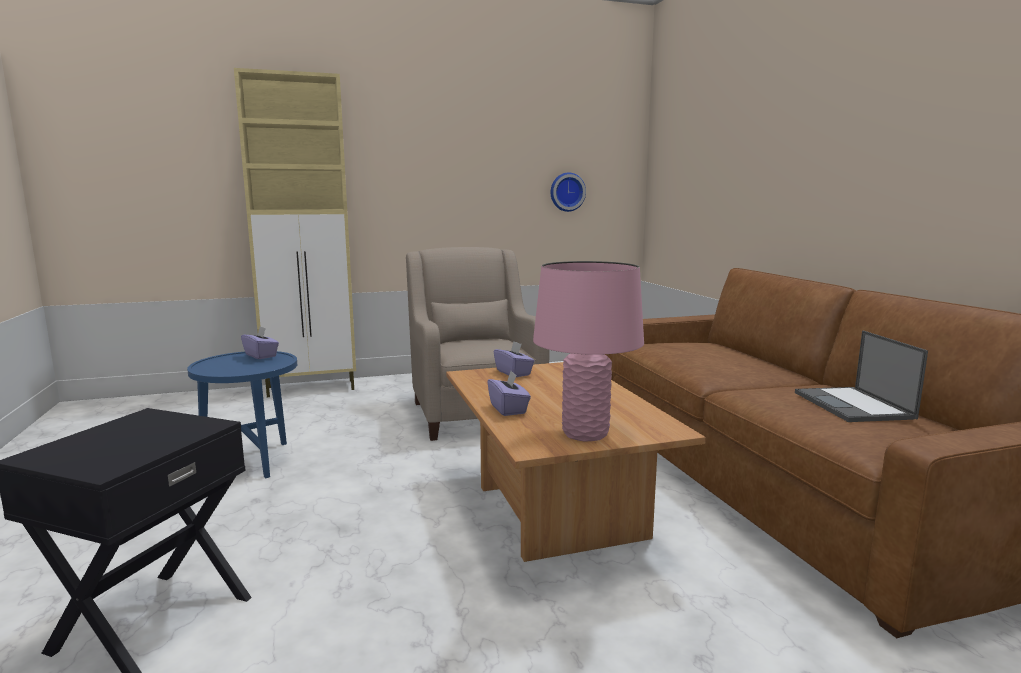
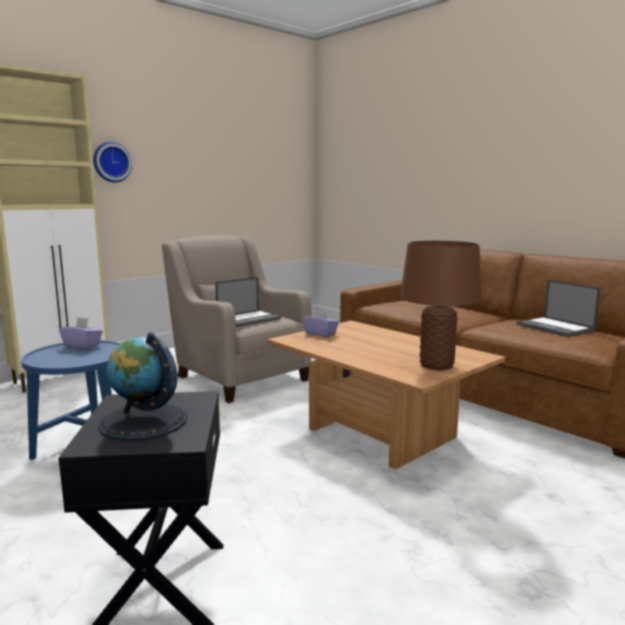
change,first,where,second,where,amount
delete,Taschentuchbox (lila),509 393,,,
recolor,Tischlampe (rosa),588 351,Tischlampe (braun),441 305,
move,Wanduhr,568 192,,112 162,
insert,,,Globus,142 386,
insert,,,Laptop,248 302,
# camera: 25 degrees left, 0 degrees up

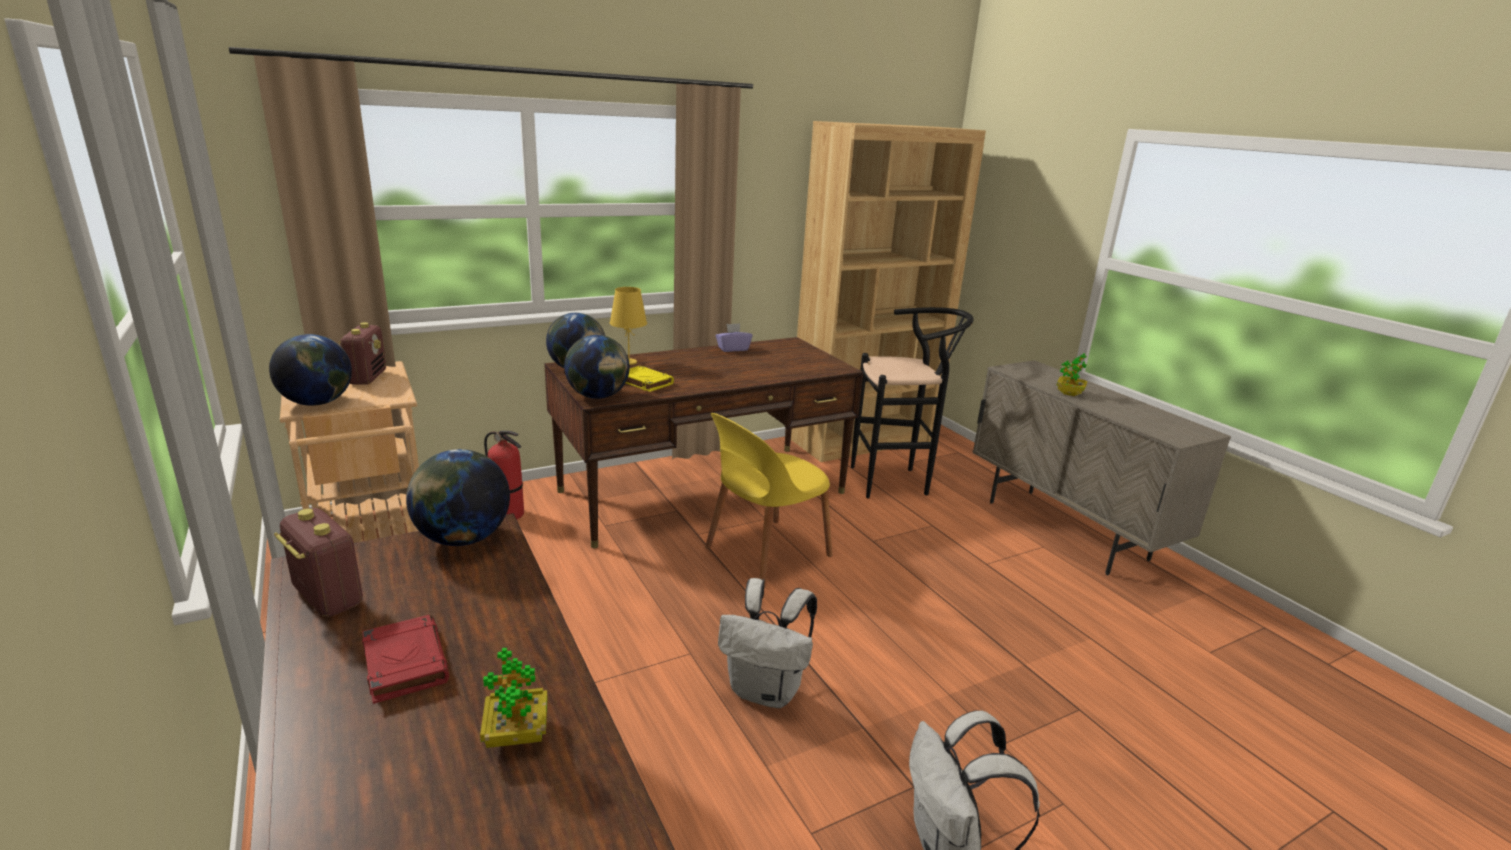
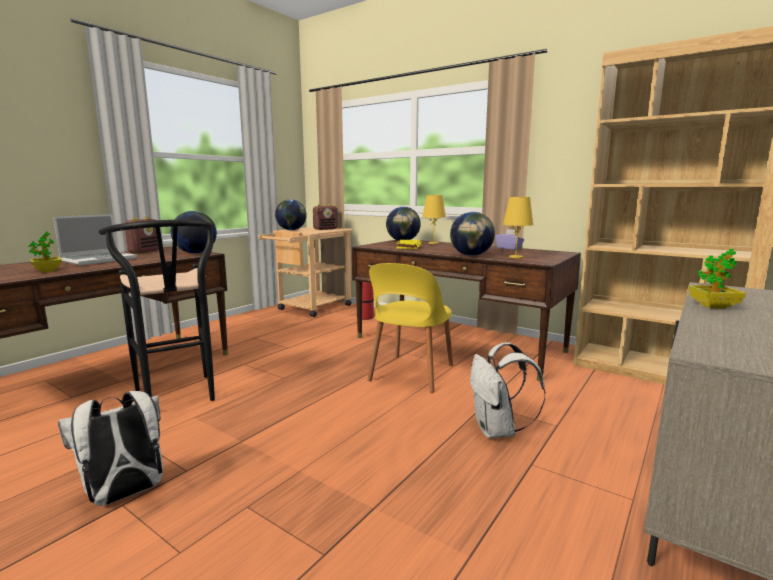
change,first,where,second,where,amount
replace,Buch (rot),405 659,Laptop,95 239,
move,Globus,597 367,,472 234,
rotate,Stuhl (gelb),768 500,,410 328,90 degrees counterclockwise
move,Rucksack (weiß),767 643,,508 390,
move,Hocker (schwarz),912 402,,156 310,
insert,,,Tischlampe (gelb),518 227,
# camera: 65 degrees right, 10 degrees down

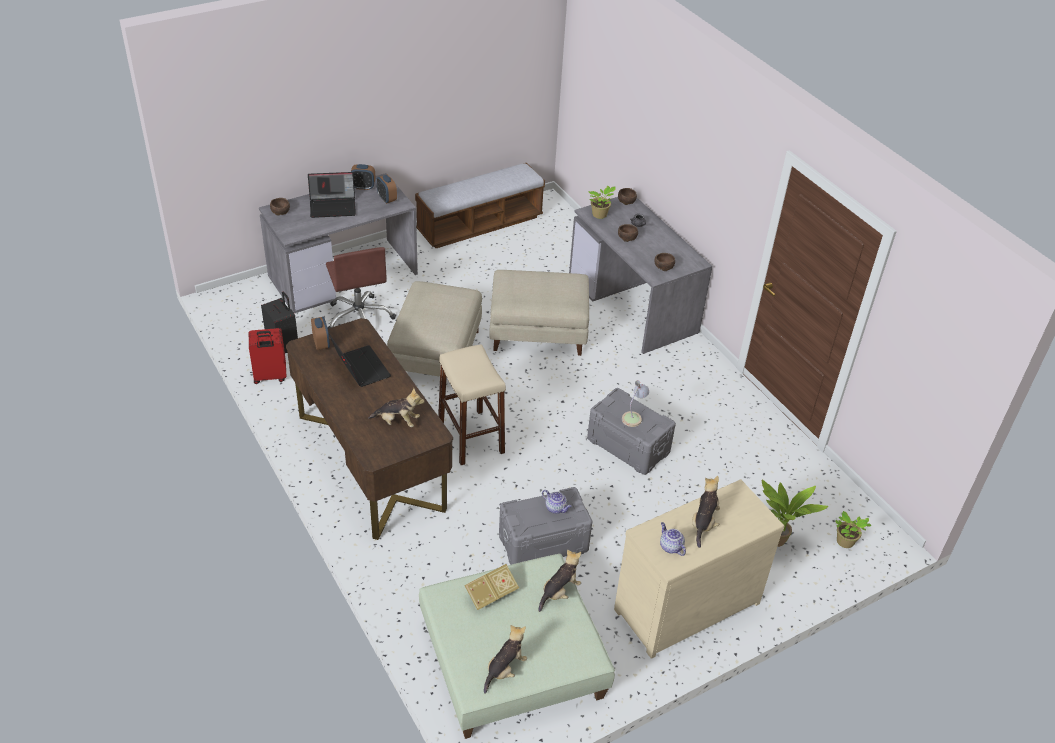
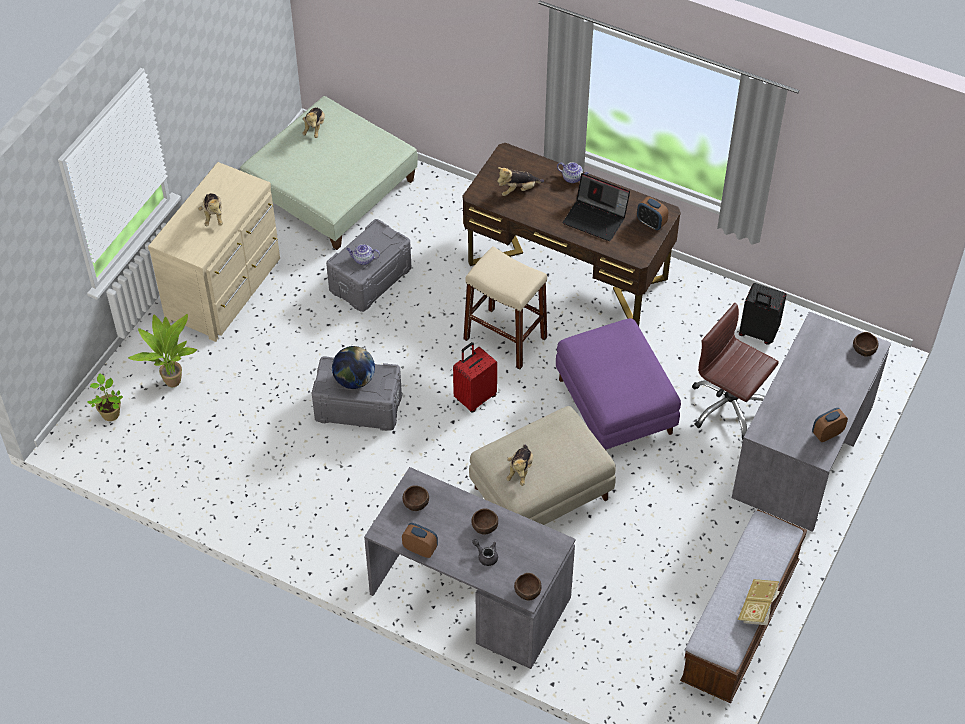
change,first,where,second,where,amount
move,Koffer (rot),267 356,,475 377,
delete,Laptop,332 195,,,
move,Wecker,386 189,,420 540,
recolor,Polsterhocker (beige),434 329,Polsterhocker (lila),618 384,
move,Buch,491 587,,759 602,
move,Plüschtier,559 580,,519 465,
delete,Topfpflanze,602 202,,,
replace,Tischlampe,635 403,Globus,353 367,
move,Teekanne,673 539,,573 172,
# camera: 150 degrees right, 10 degrees up

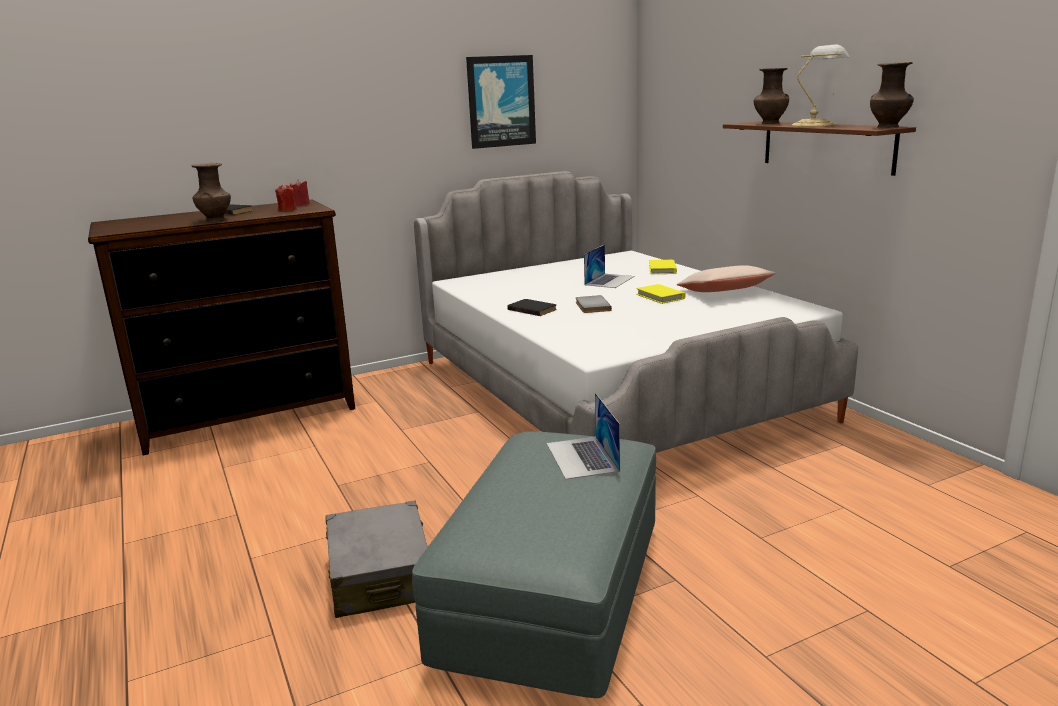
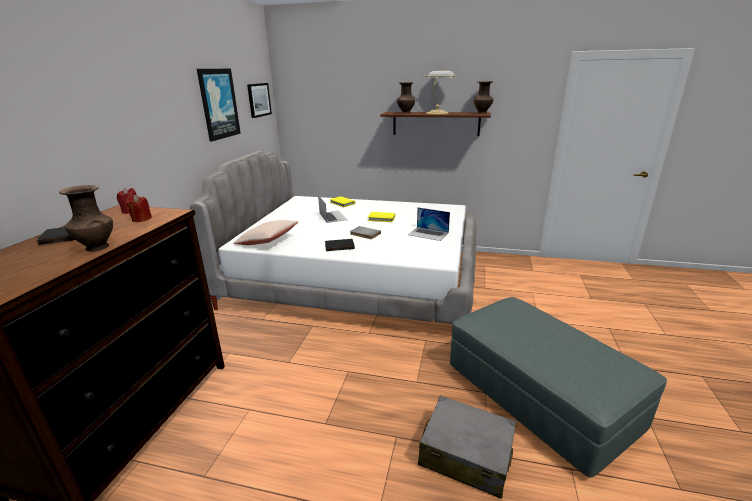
change,first,where,second,where,amount
move,Laptop,583 436,,429 224,
move,Kissen (beige),726 278,,265 232,
insert,,,Bild,259 100,
# camera: 50 degrees left, 5 degrees up

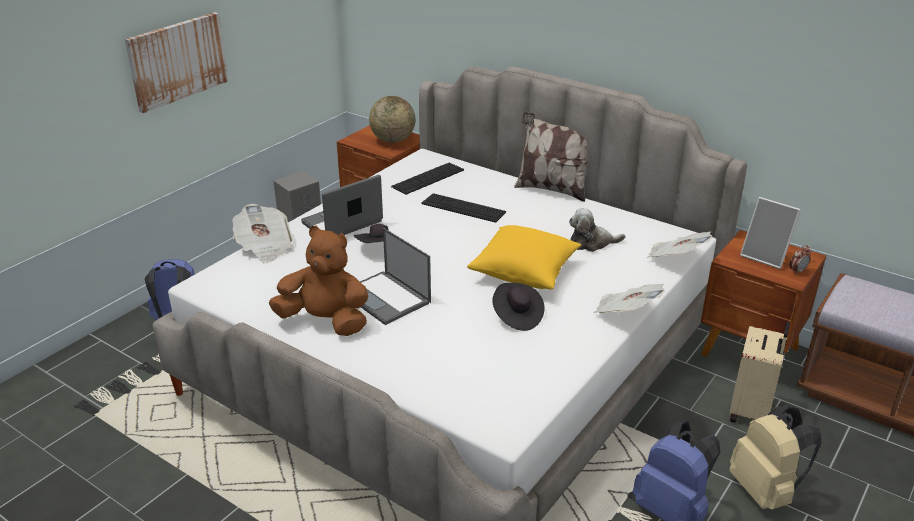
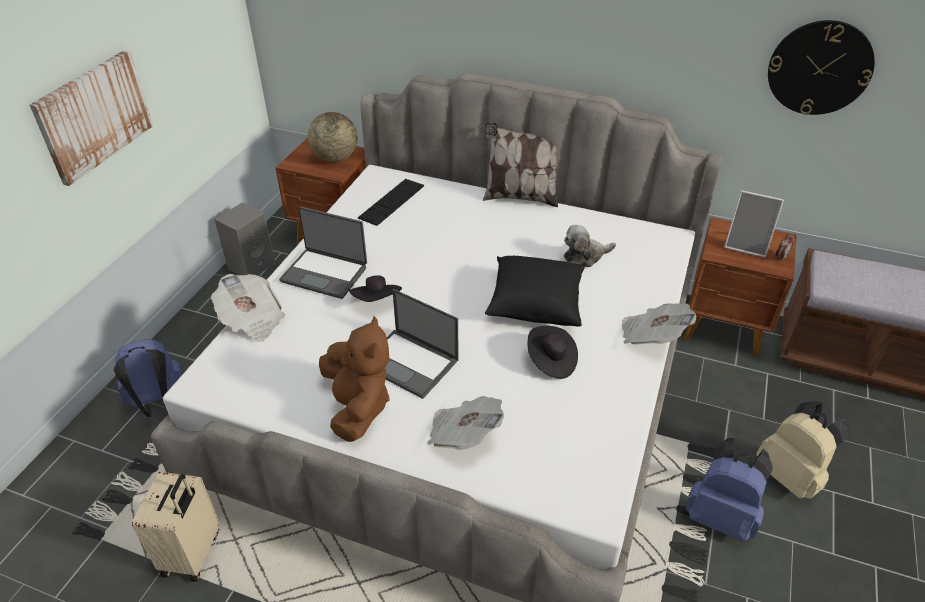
change,first,where,second,where,amount
rotate,Plüschtier (braun),318 281,,354 379,75 degrees clockwise
rotate,Laptop,342 205,,323 253,105 degrees counterclockwise
delete,Tastatur,464 208,,,
recolor,Kissen (gelb),524 257,Kissen (schwarz),535 291,
move,Zeitung,679 245,,466 423,
move,Koffer (beige),760 372,,176 527,
insert,,,Wanduhr,821 67,
# camera: 15 degrees left, 10 degrees up

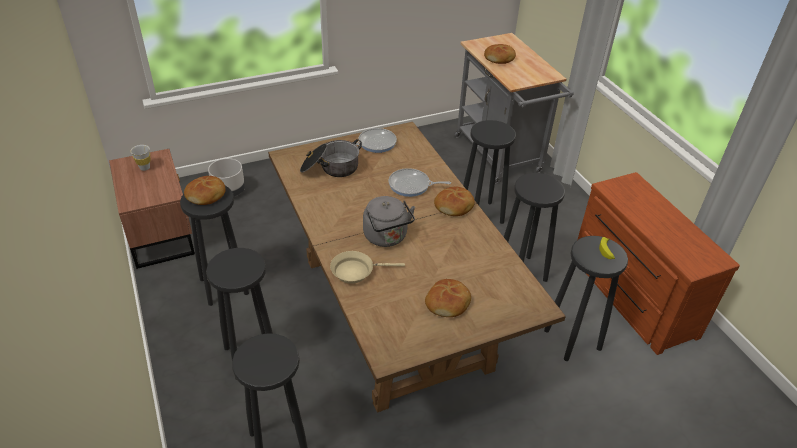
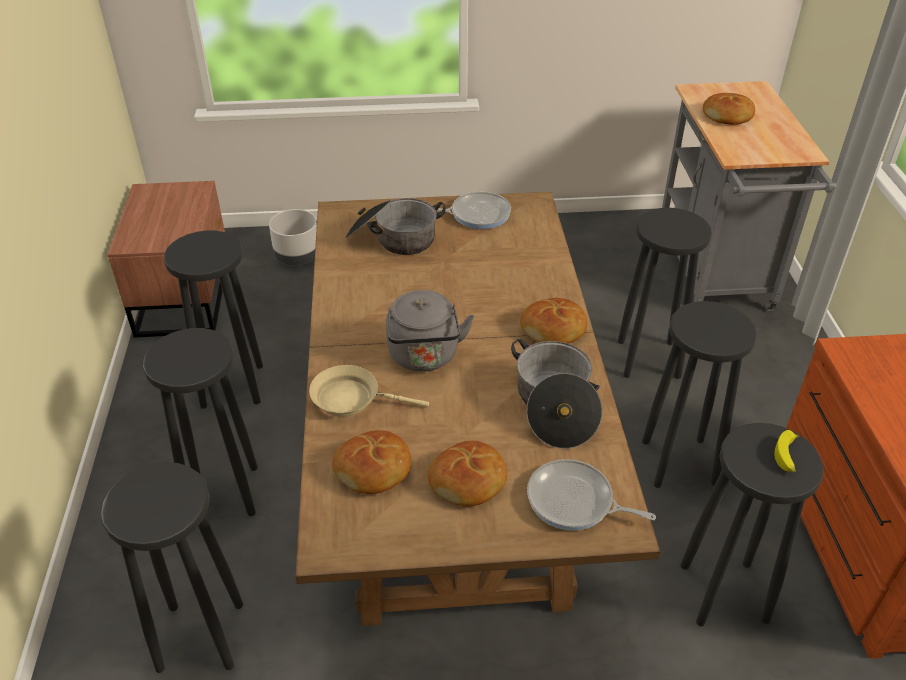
change,first,where,second,where,amount
delete,Tasse (weiß),140 158,,,
move,Brot,205 190,,371 462,
move,Pfanne,420 182,,591 495,
insert,,,Kochtopf,556 394,
# camera: 20 degrees right, 0 degrees up

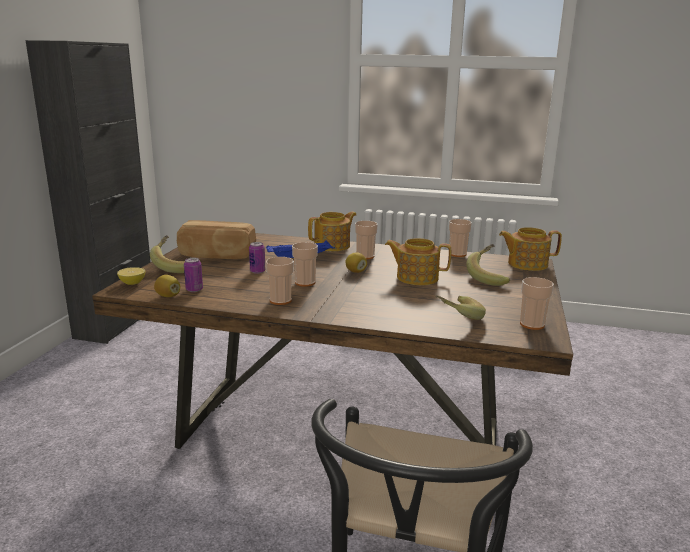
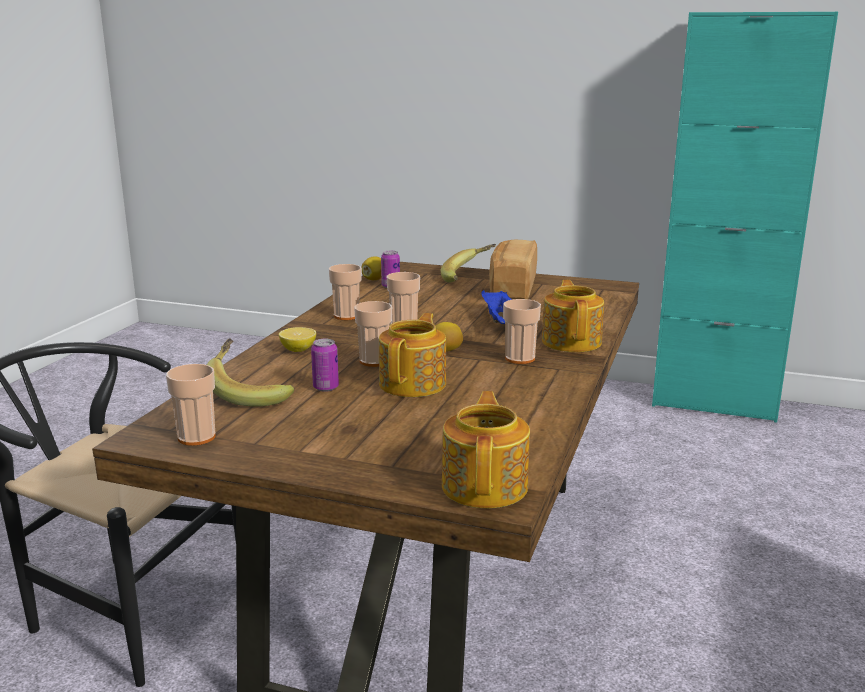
change,first,where,second,where,amount
recolor,Schrank (schwarz),88 192,Schrank (türkis),745 217,
move,Zitrone,131 276,,297 339,
move,Dose,257 258,,325 365,
rotate,Teekanne,332 231,,573 316,150 degrees counterclockwise
move,Tasse,460 238,,373 334,
delete,Banane,488 265,,,
# camera: 95 degrees right, 0 degrees up

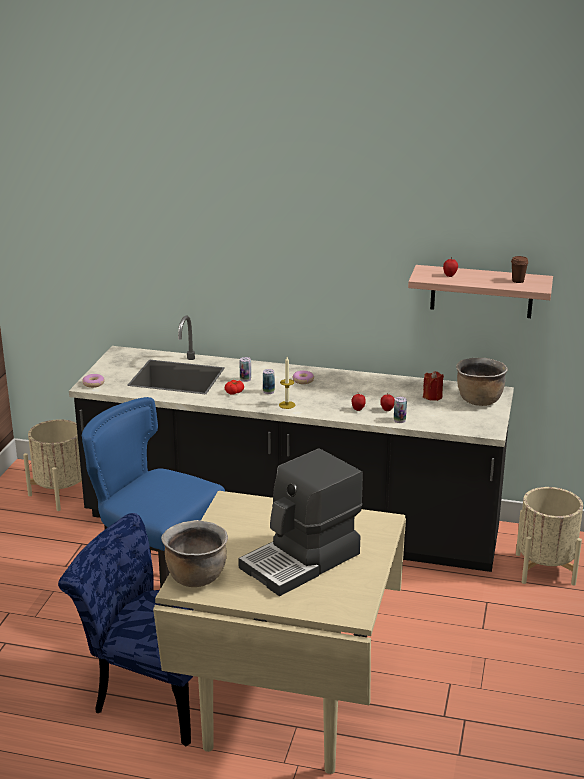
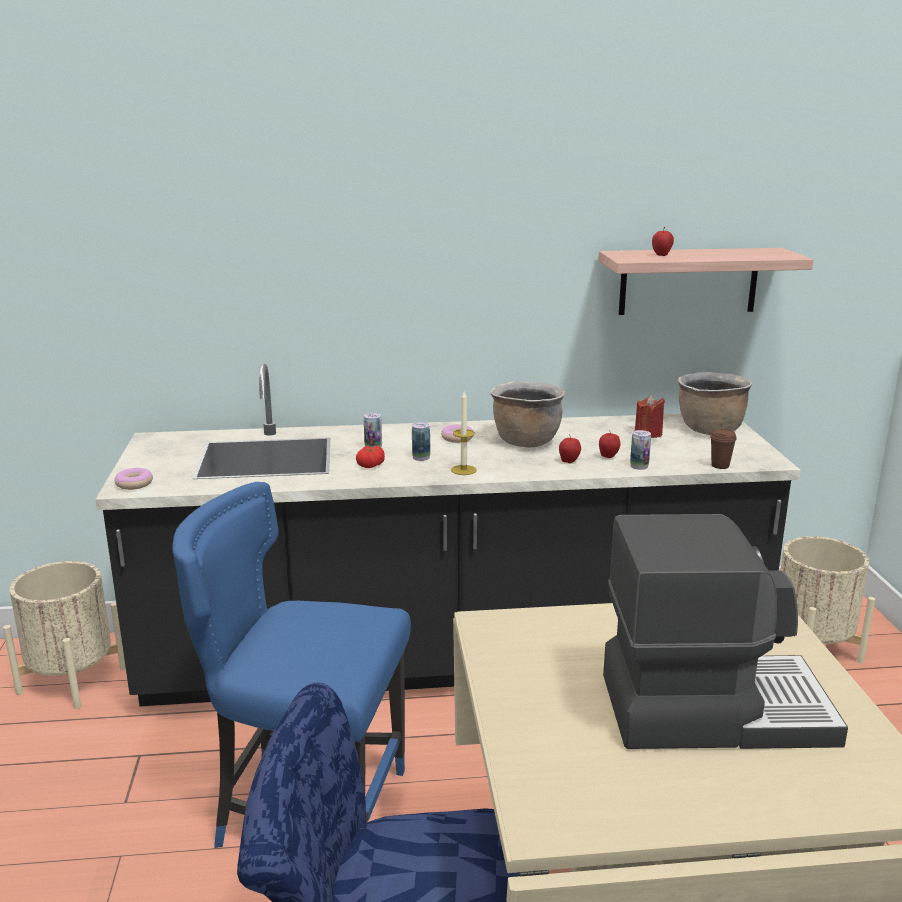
change,first,where,second,where,amount
move,Kochtopf (braun),194 553,,527 414,
rotate,Kaffeemaschine,300 522,,725 631,120 degrees counterclockwise
move,Tasse (braun),520 269,,723 449,
# camera: 20 degrees left, 5 degrees down

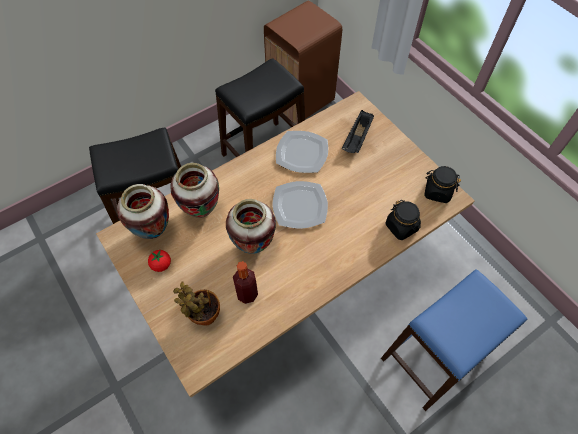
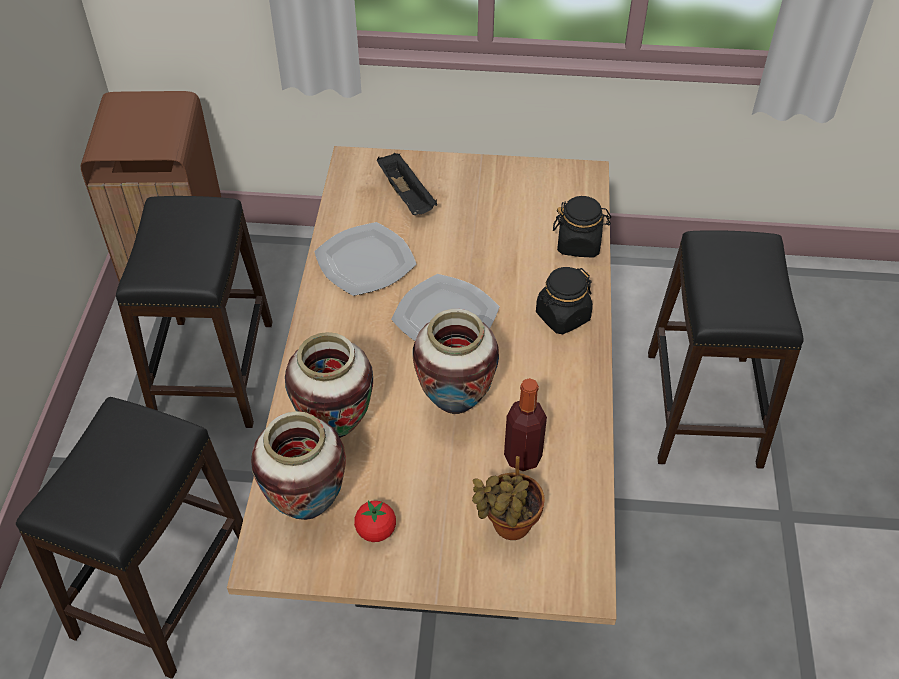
change,first,where,second,where,amount
recolor,Hocker (blau),454 340,Hocker (schwarz),726 349,
move,Vorratsglas (schwarz),442 184,,564 300,
# camera: 50 degrees left, 10 degrees down

